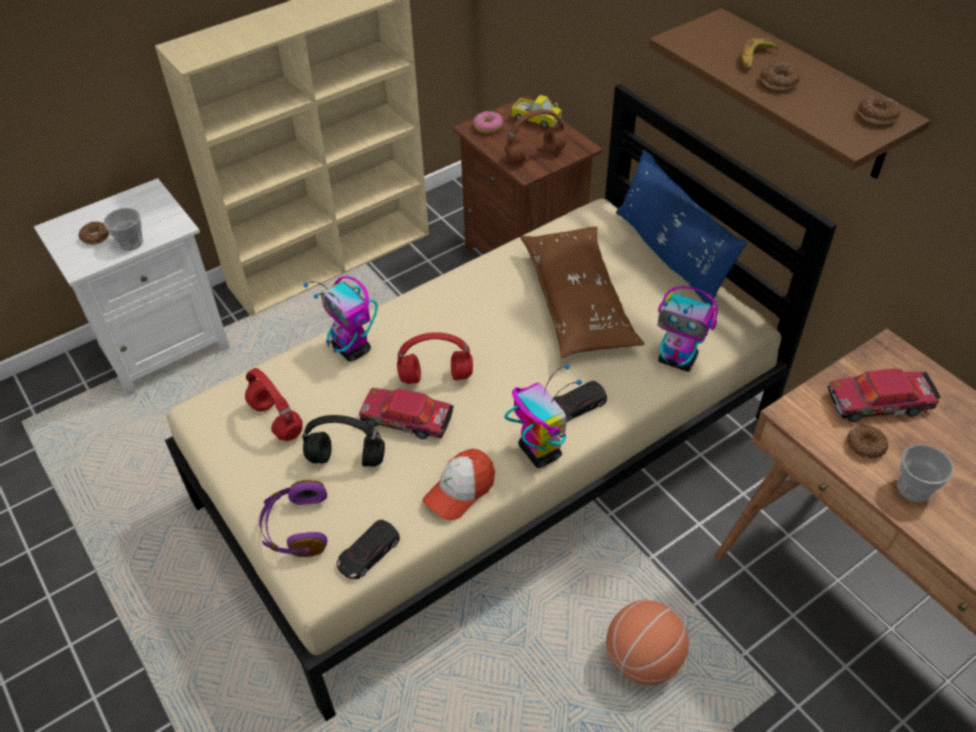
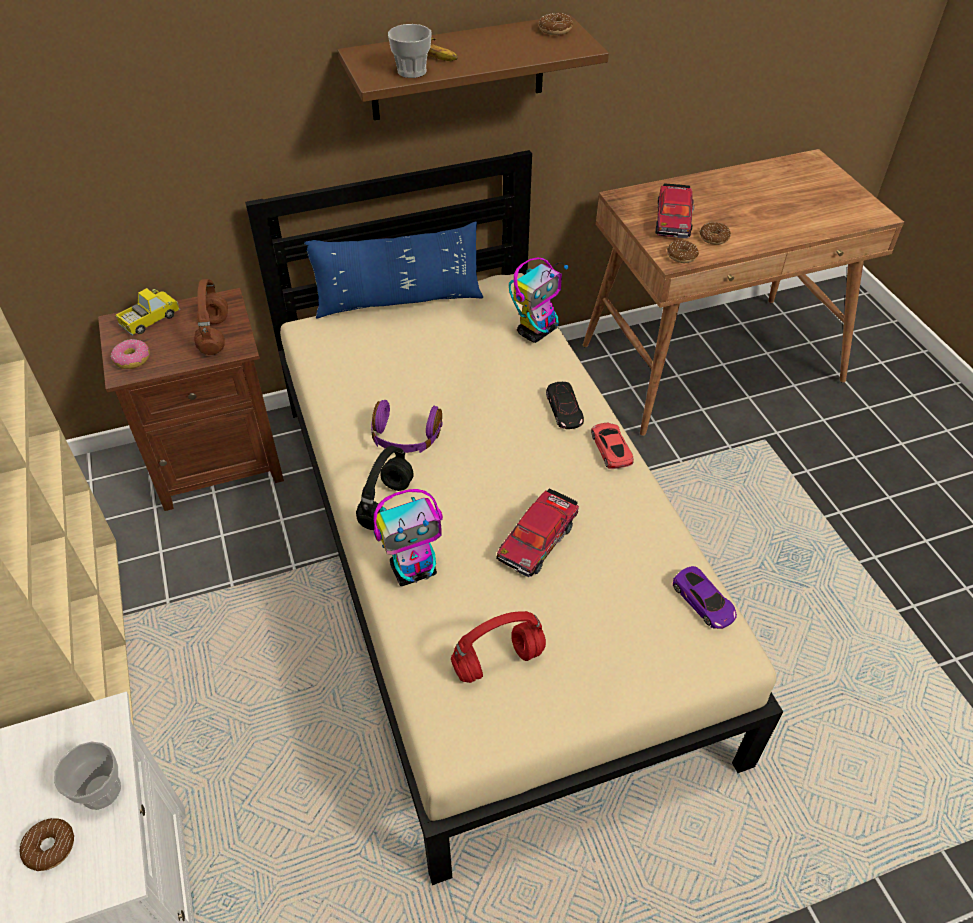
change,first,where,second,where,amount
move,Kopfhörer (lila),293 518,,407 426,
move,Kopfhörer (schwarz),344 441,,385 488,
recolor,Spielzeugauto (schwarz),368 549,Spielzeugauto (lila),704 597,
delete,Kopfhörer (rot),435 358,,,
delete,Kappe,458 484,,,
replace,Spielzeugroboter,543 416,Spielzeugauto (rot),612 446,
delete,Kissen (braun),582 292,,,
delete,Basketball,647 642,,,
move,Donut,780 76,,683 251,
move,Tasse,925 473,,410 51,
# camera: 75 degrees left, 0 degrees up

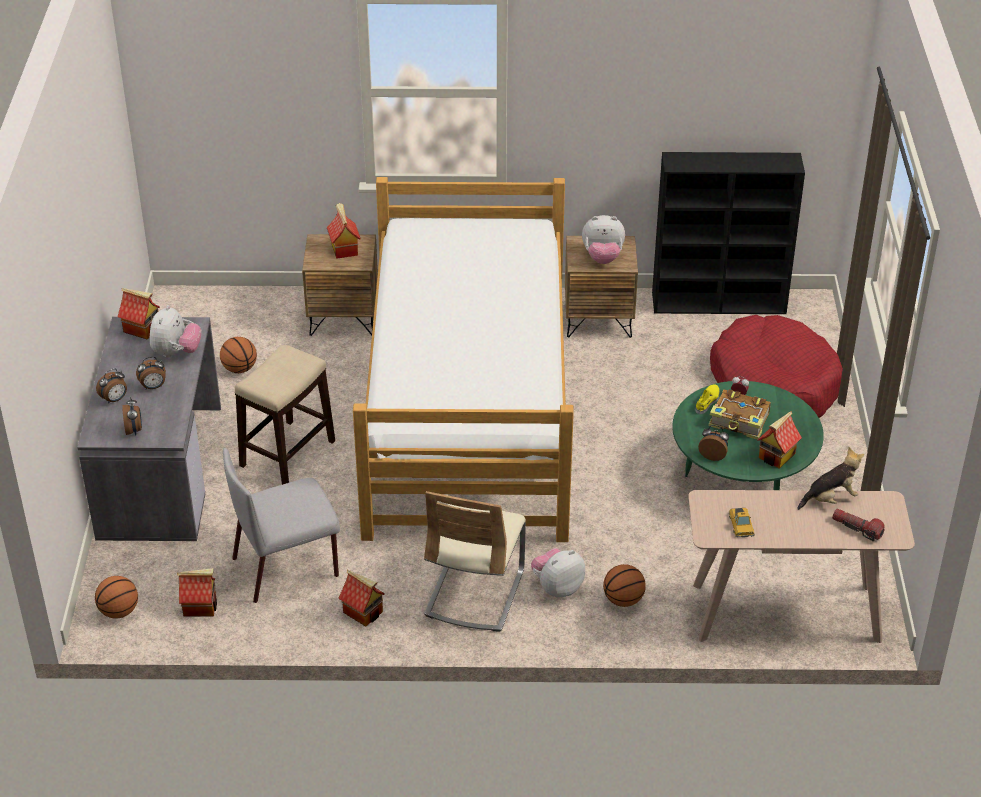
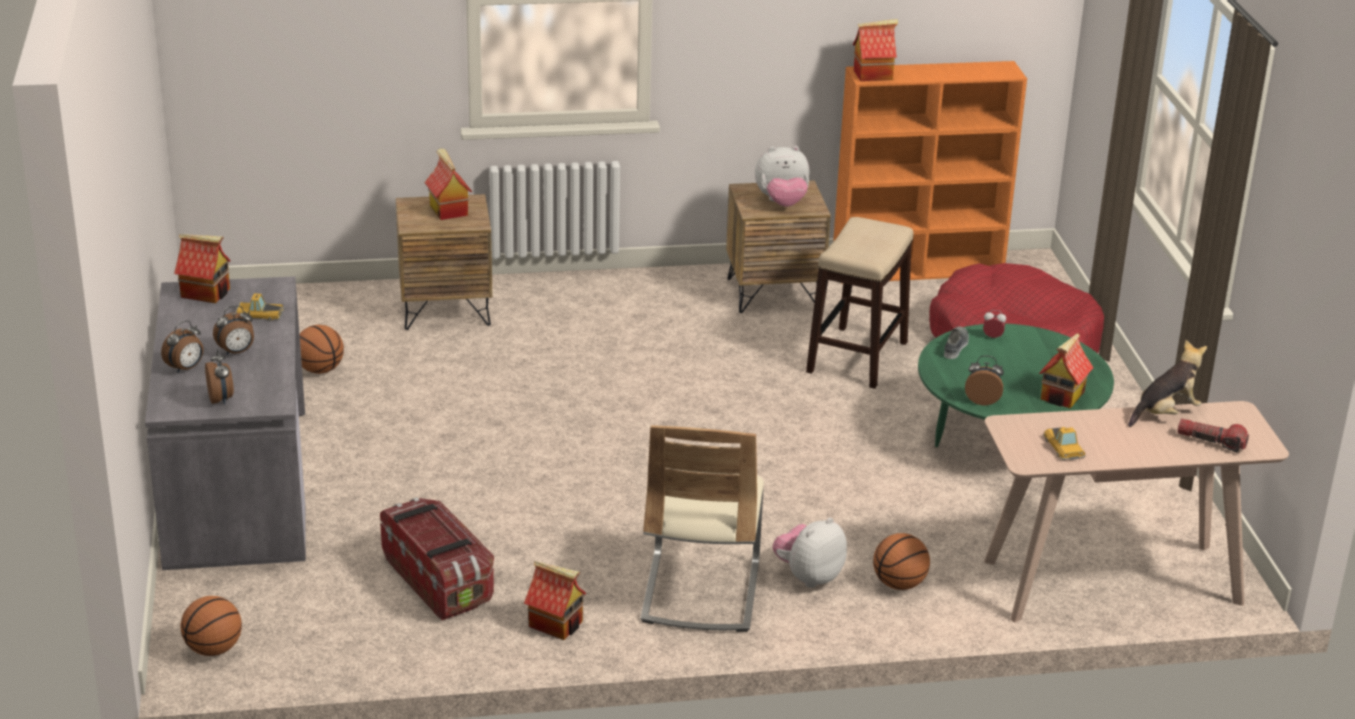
change,first,where,second,where,amount
replace,Plüschtier,176 331,Spielzeugauto,260 307,
move,Spielzeughaus,197 592,,875 50,
replace,Stuhl (grau),281 525,Aufbewahrungsbox,437 559,
move,Hocker,285 415,,859 303,
delete,Bett,463 359,,,
recolor,Bücherregal (schwarz),728 233,Bücherregal (orange),930 171,
recolor,Schuh (gelb),707 399,Schuh (grau),956 343,
delete,Buch,740 414,,,
# camera: 10 degrees left, 10 degrees down

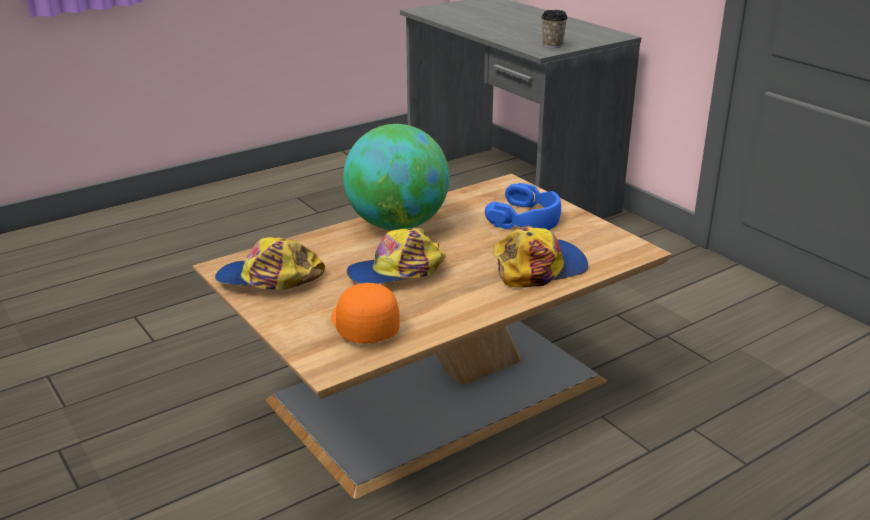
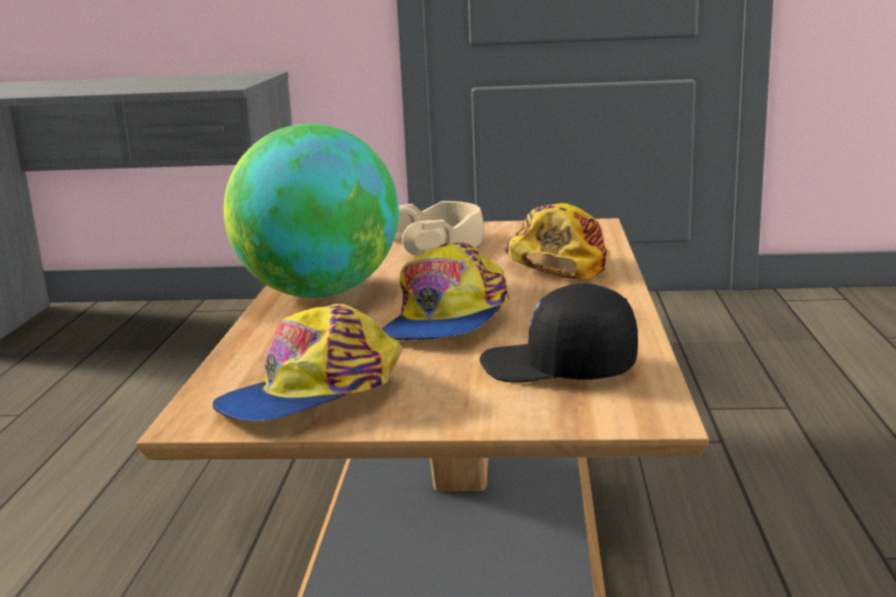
change,first,where,second,where,amount
recolor,Kappe (orange),365 313,Kappe (schwarz),559 333,
recolor,Kopfhörer (blau),523 206,Kopfhörer (beige),438 228,
delete,Tasse,554 29,,,
# camera: 50 degrees left, 10 degrees down

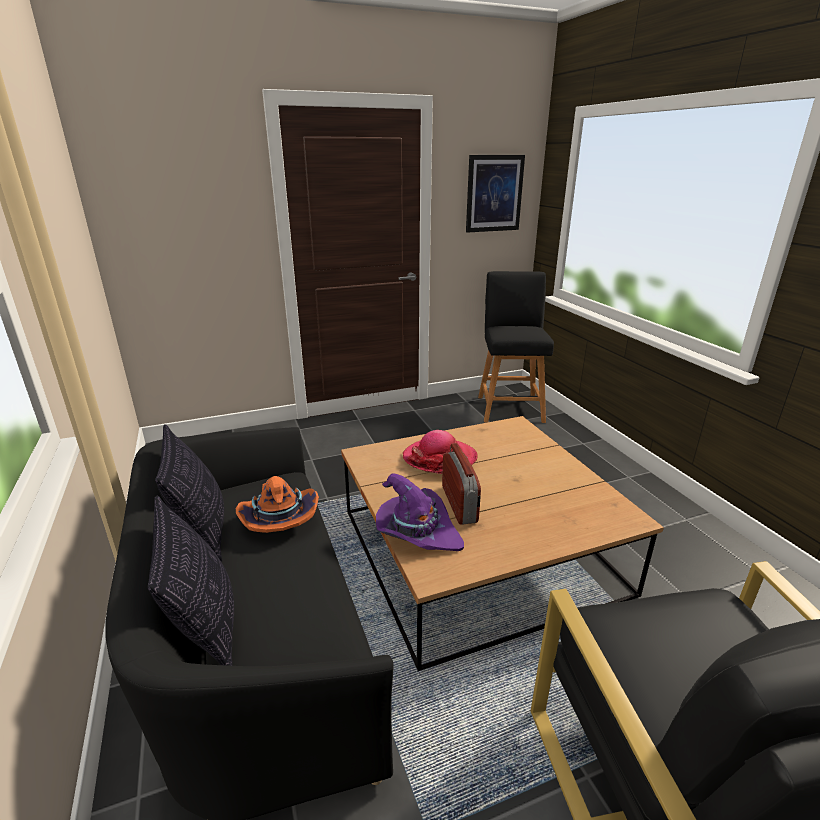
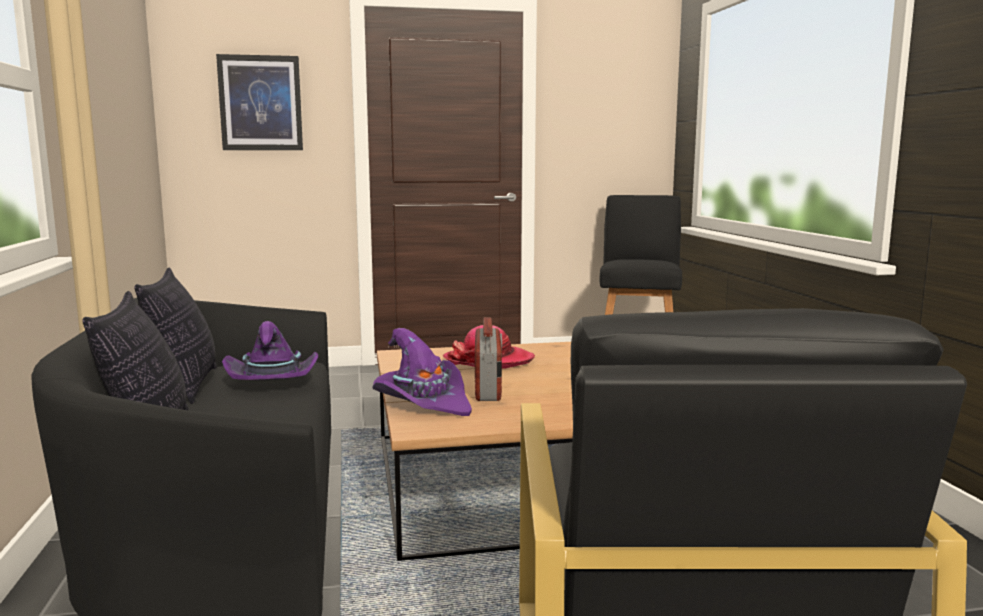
change,first,where,second,where,amount
recolor,Hut (orange),277 504,Hut (lila),270 350,
move,Bild,495 194,,259 102,
# camera: 10 degrees right, 15 degrees down

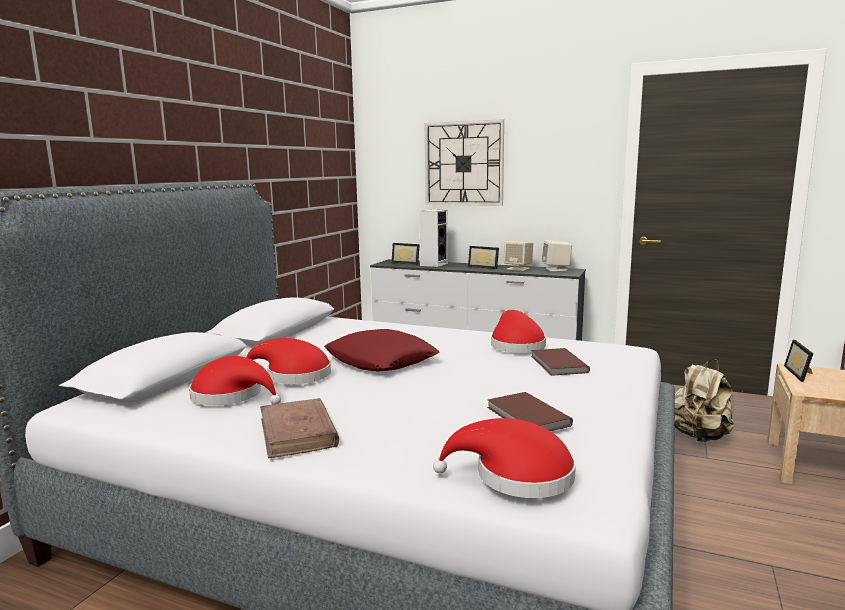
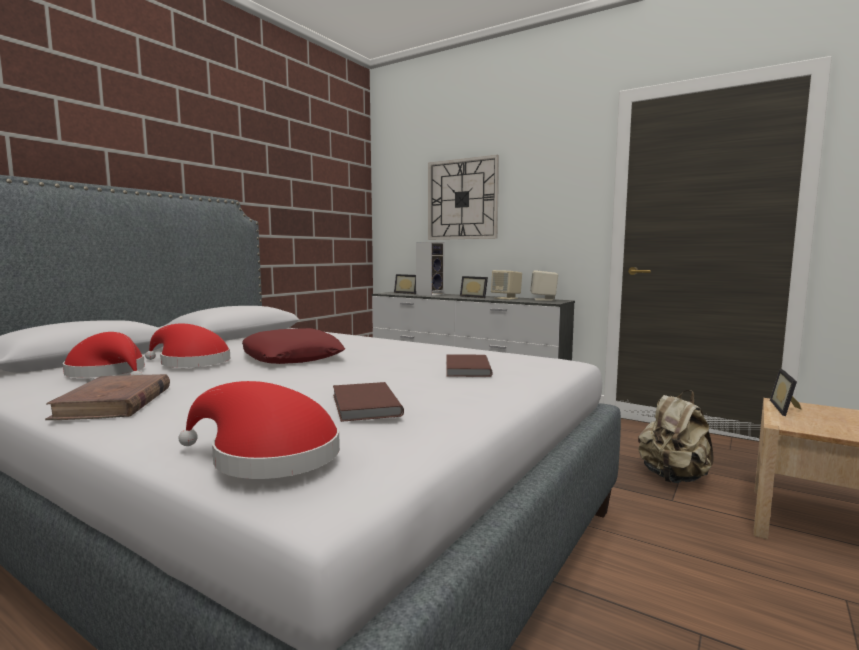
change,first,where,second,where,amount
delete,Hut (rot),518 331,,,
# camera: 10 degrees right, 5 degrees down

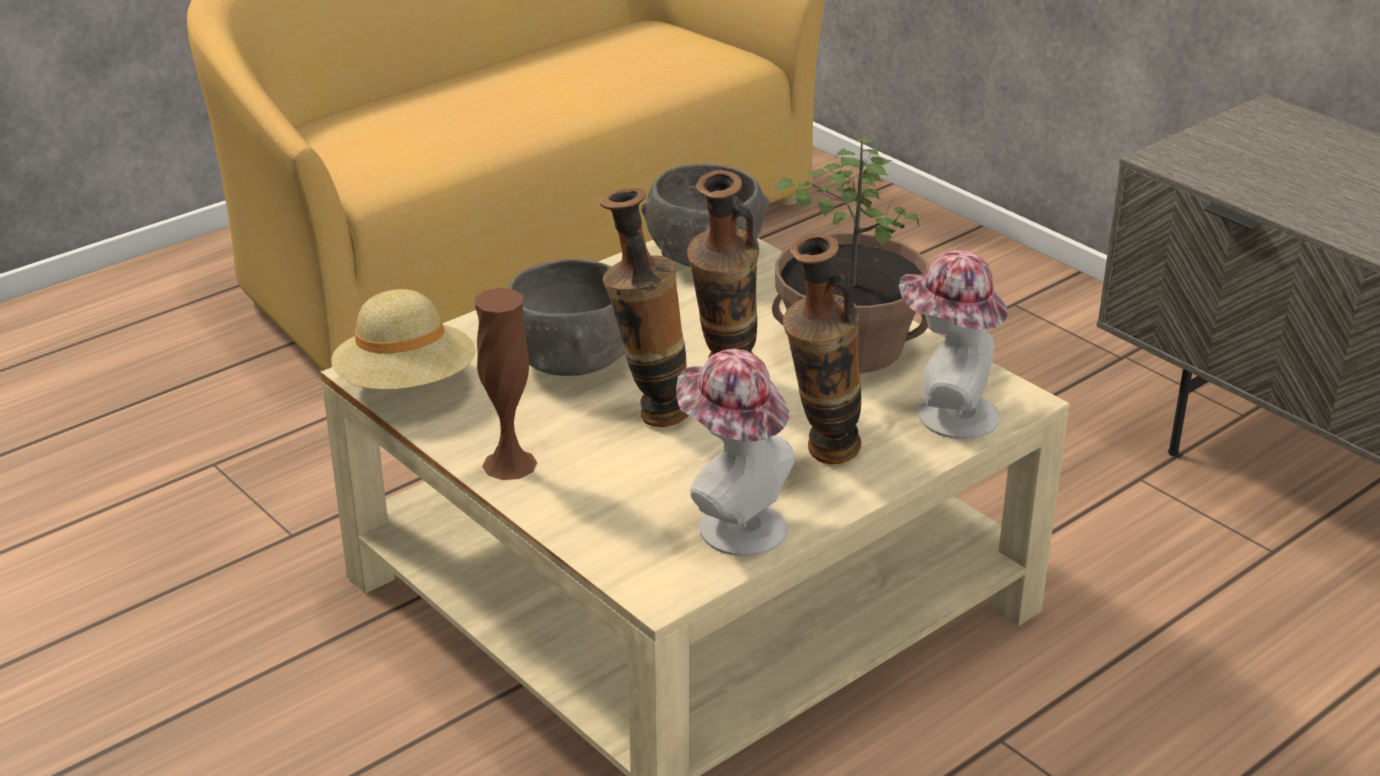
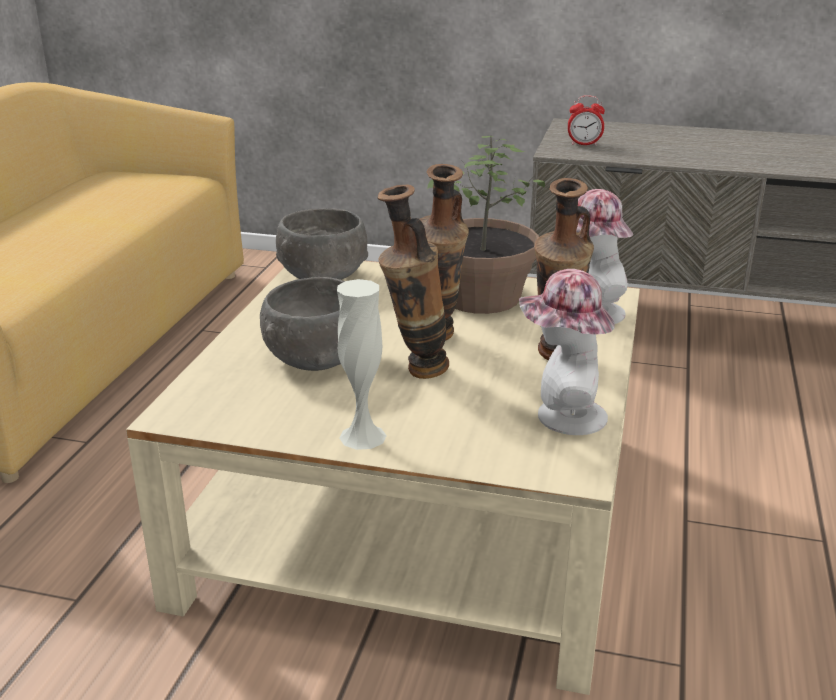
change,first,where,second,where,amount
delete,Hut (beige),403 339,,,
recolor,Vase (braun),506 384,Vase (weiß),362 364,
insert,,,Wecker,586 120,
# camera: 35 degrees left, 5 degrees down

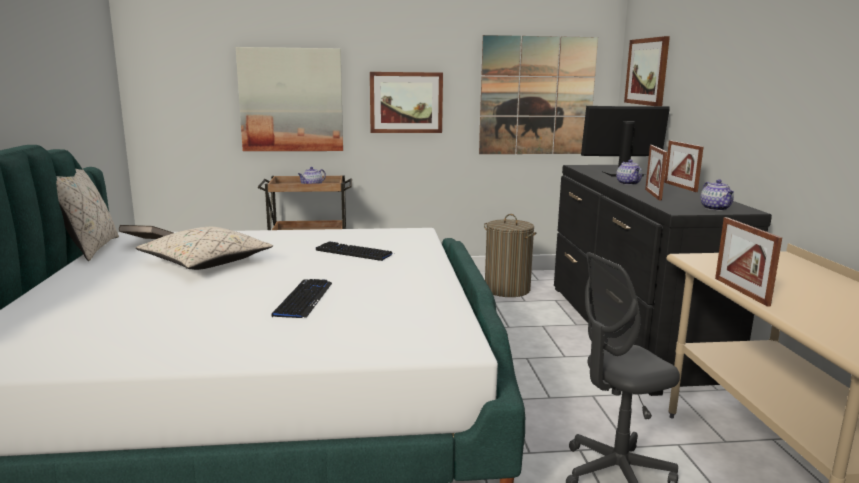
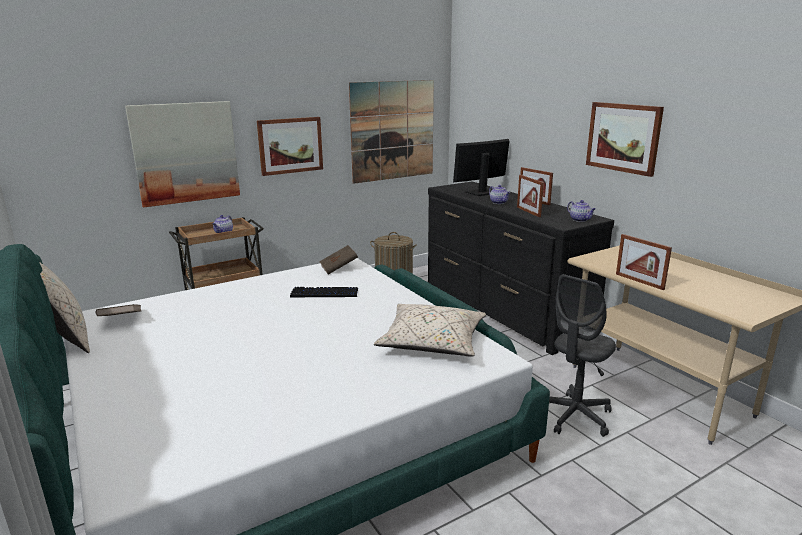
change,first,where,second,where,amount
move,Kissen (beige),204 248,,430 330,
delete,Tastatur,301 298,,,
move,Bild,647 71,,625 139,
insert,,,Buch (braun),338 260,
# camera: 25 degrees left, 5 degrees up

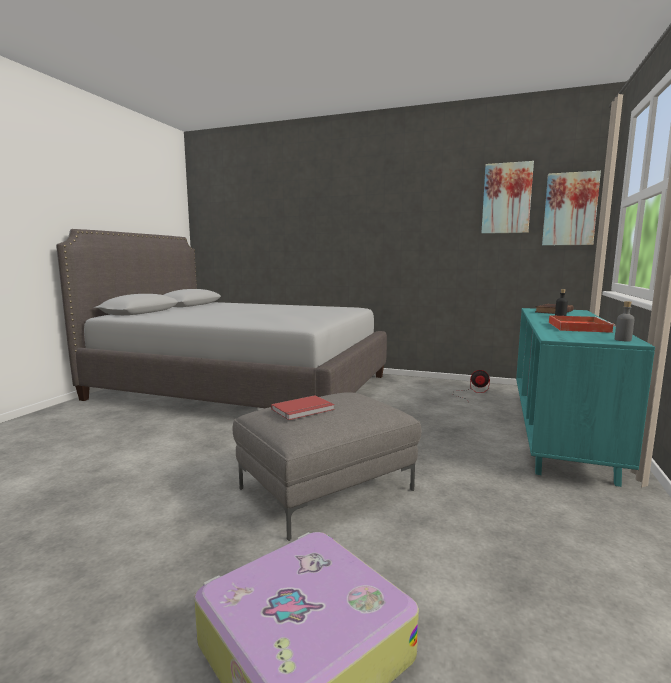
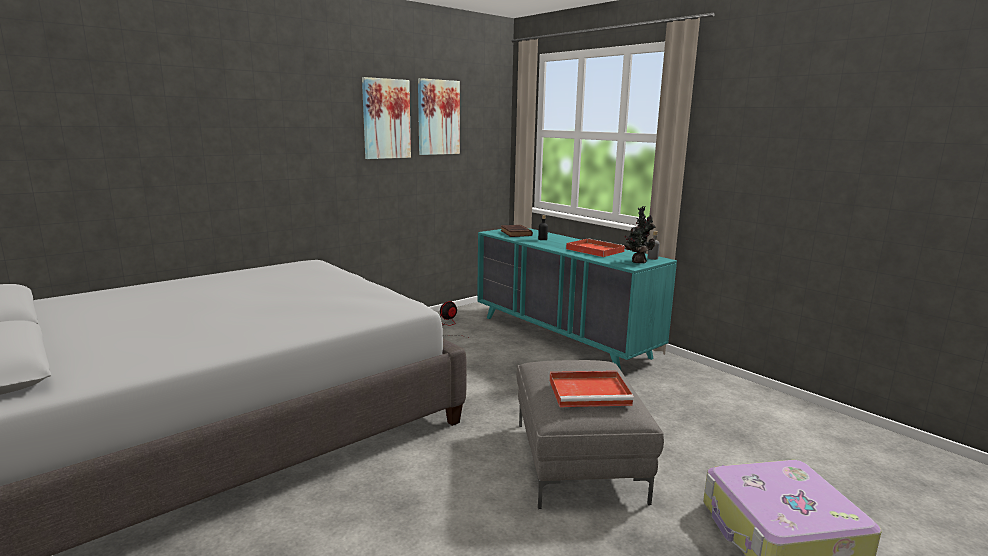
change,first,where,second,where,amount
replace,Buch (rot),303 407,Tablett (rot),591 389,
move,Bild,571 208,,386 118,
insert,,,Topfpflanze,640 234,
# camera: 60 degrees left, 5 degrees up

